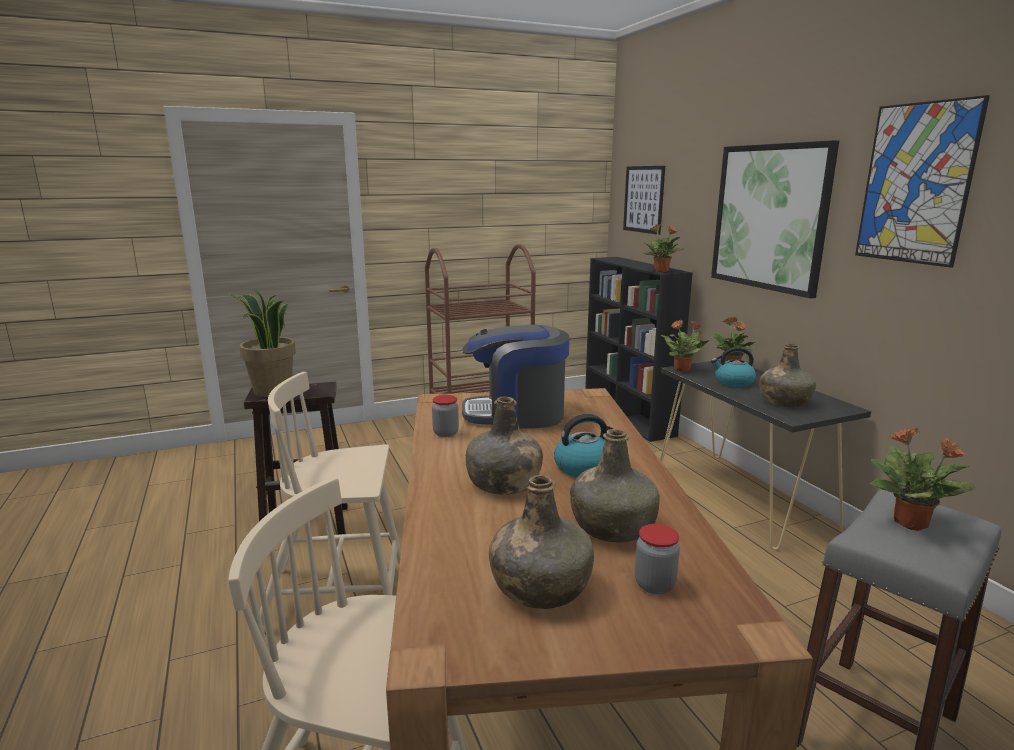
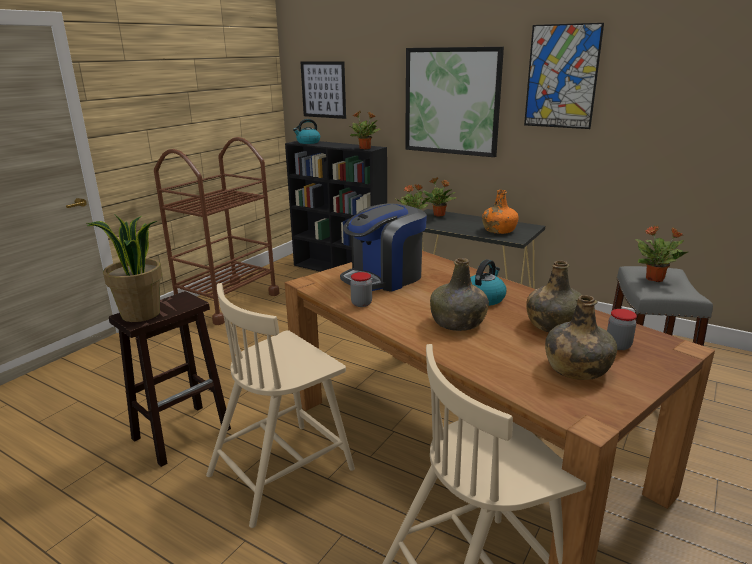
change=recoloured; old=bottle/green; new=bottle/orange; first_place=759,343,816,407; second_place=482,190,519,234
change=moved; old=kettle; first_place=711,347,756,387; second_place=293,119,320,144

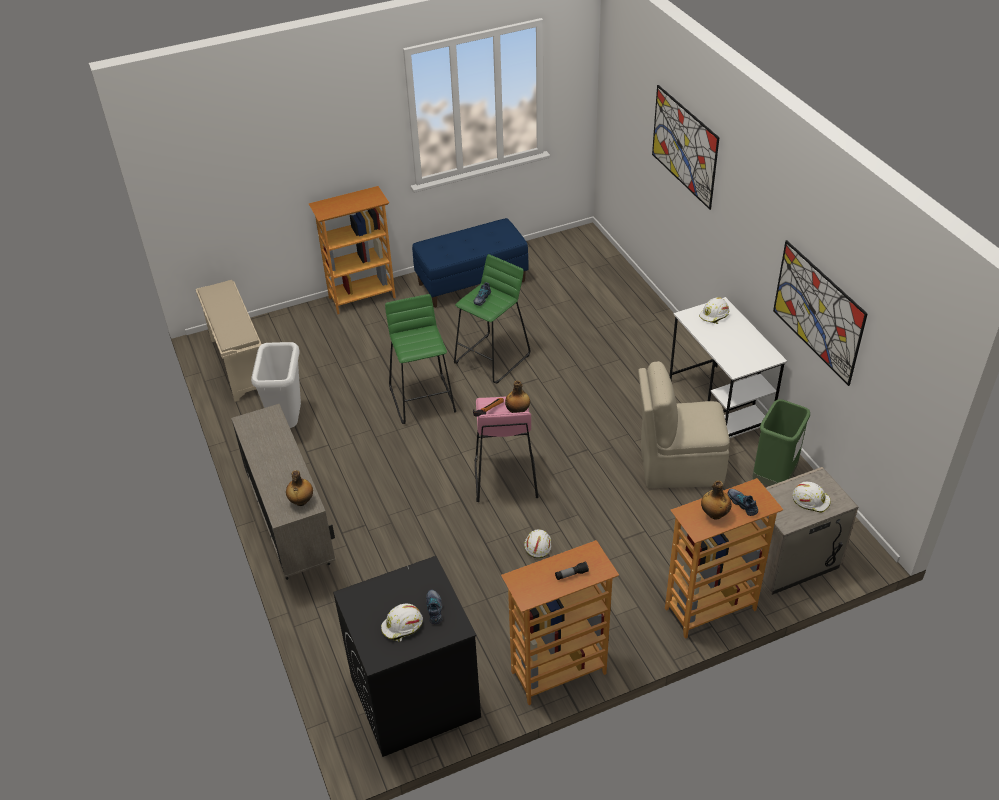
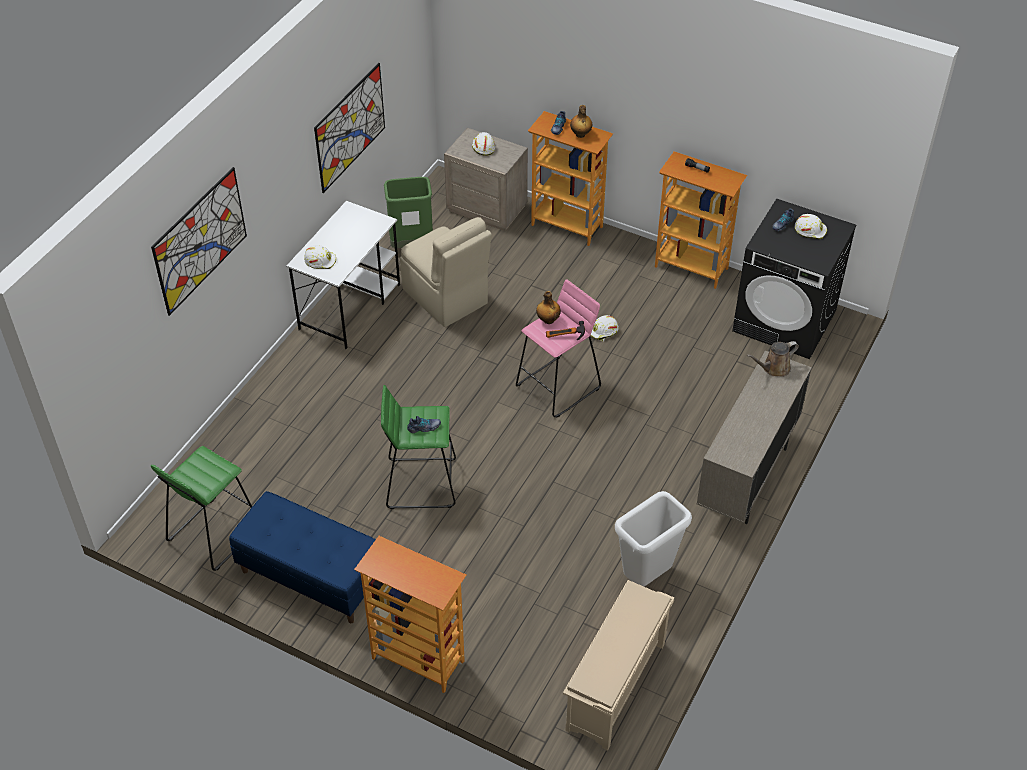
change=moved; old=stool/green; first_place=385,294,456,424; second_place=151,446,252,571
change=replaced; old=bottle; new=watering can/brown; first_place=286,470,313,506; second_place=747,341,799,377

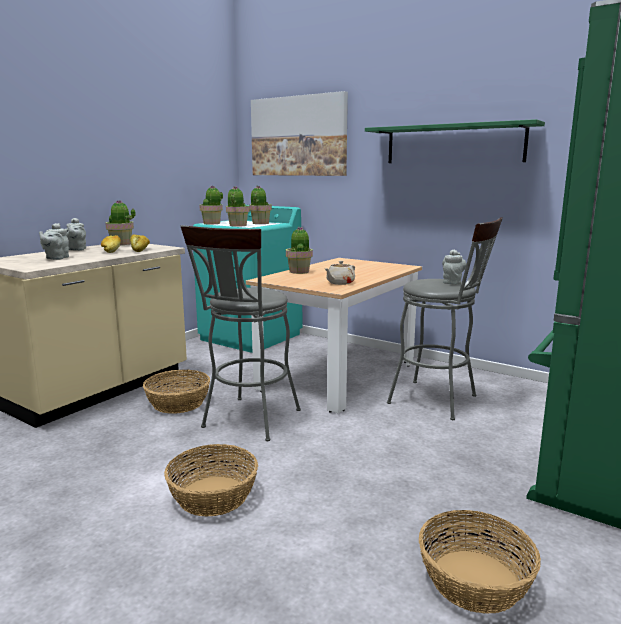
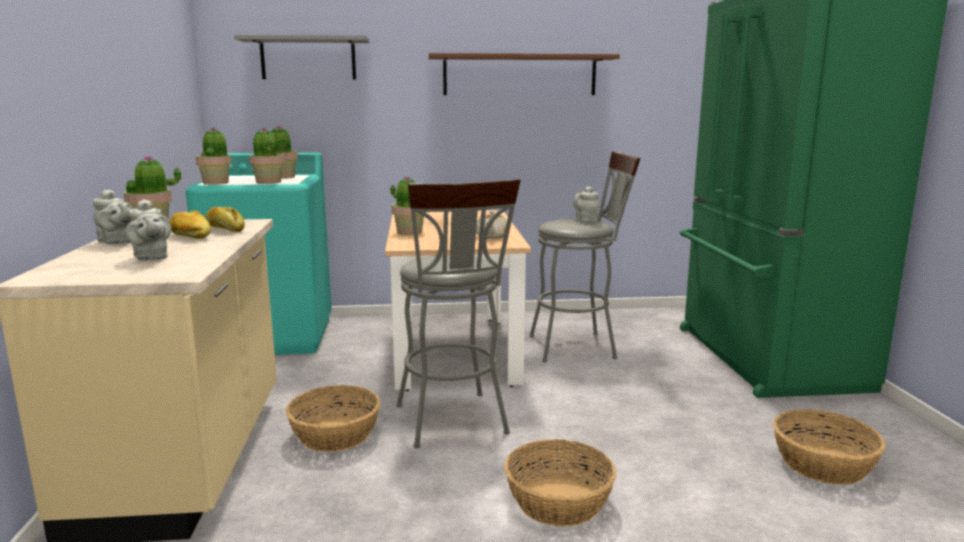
change=replaced; old=picture; new=shelf/grey; first_place=251,91,348,176; second_place=234,34,369,79
change=recoloured; old=shelf/green; new=shelf/brown; first_place=365,119,545,163; second_place=428,53,620,95

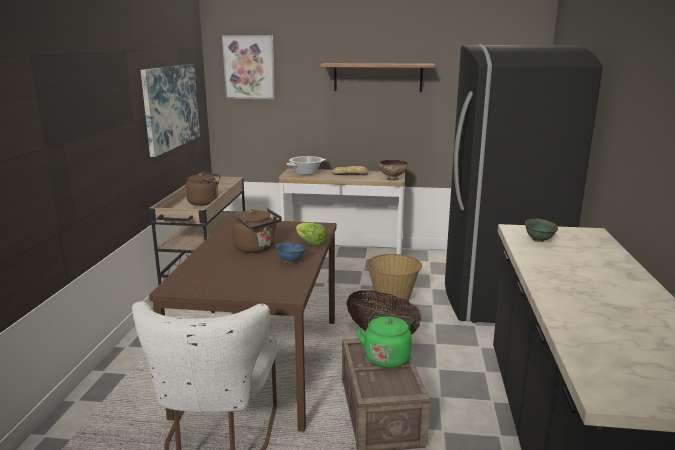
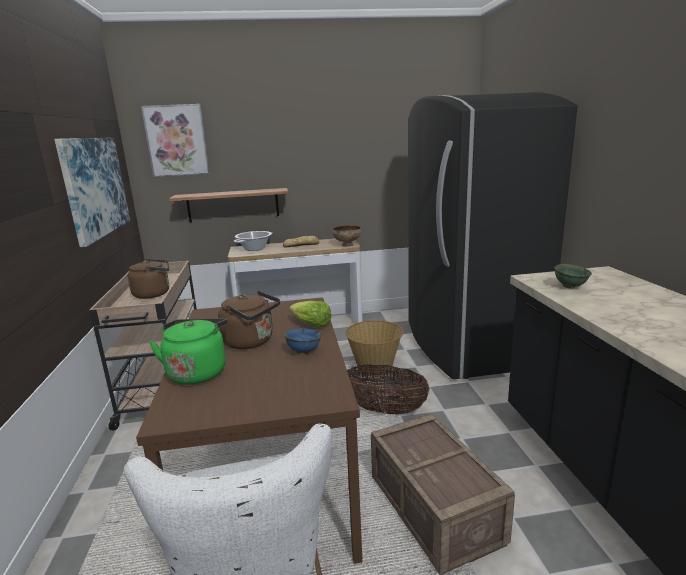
change=moved; old=shelf; first_place=320,63,435,92; second_place=169,188,288,222
change=moved; old=kettle/green; first_place=356,313,415,368; second_place=149,318,228,385

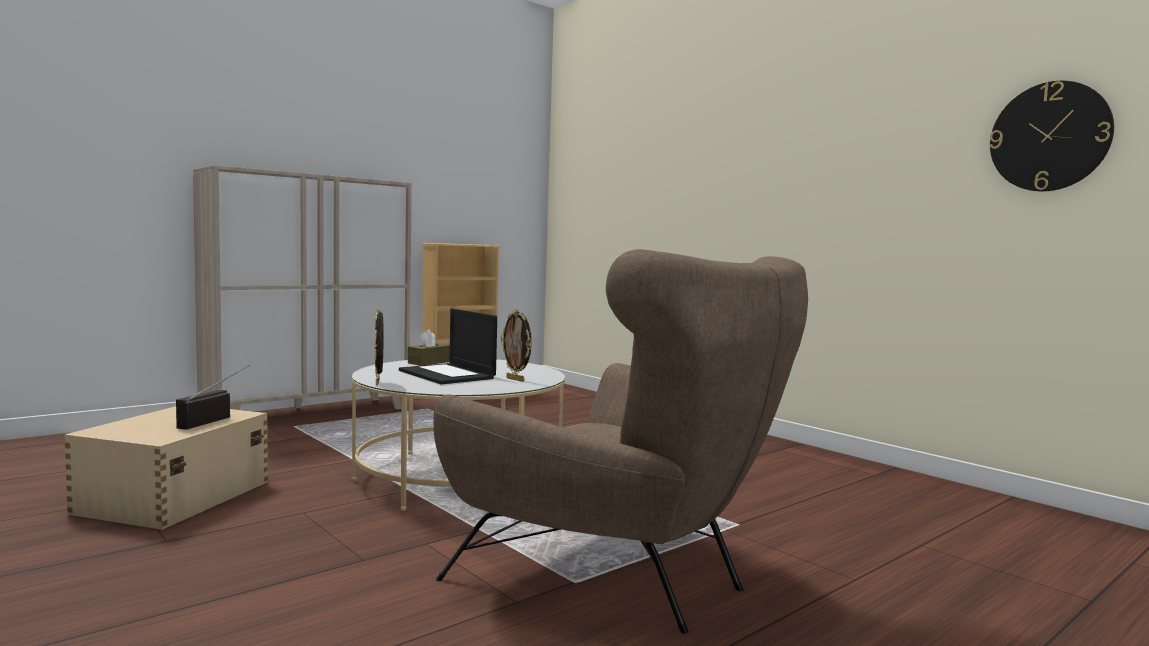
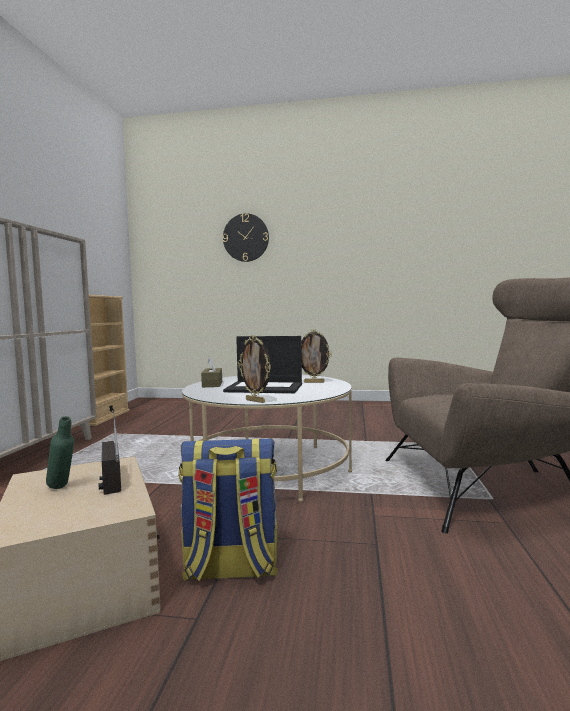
change=moved; old=wall clock; first_place=989,81,1114,191; second_place=223,213,269,262
change=added; new=bottle/green; second_place=46,416,74,489
change=added; new=backpack; second_place=179,439,278,581

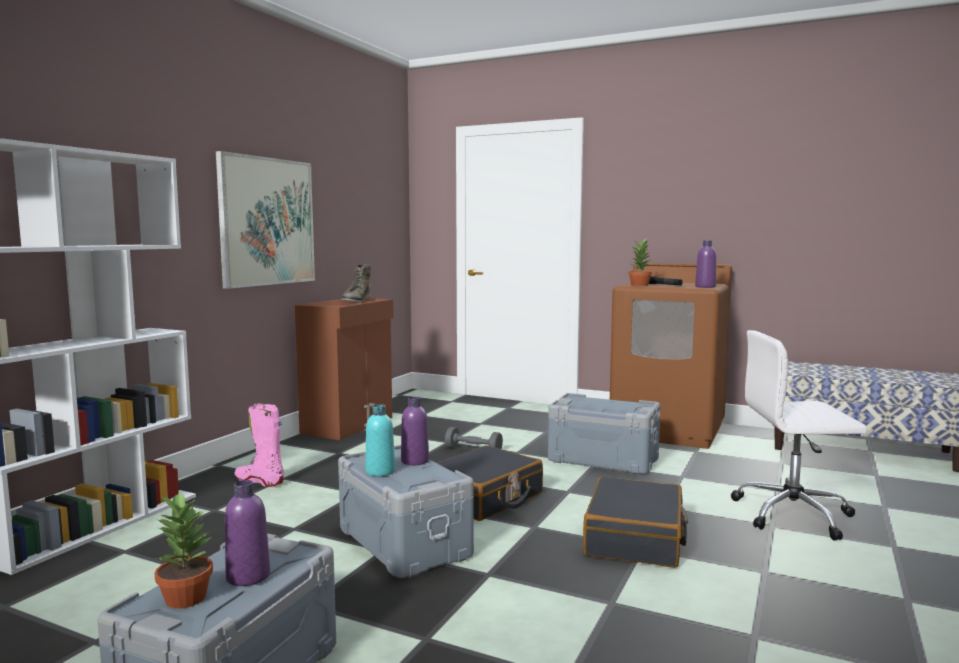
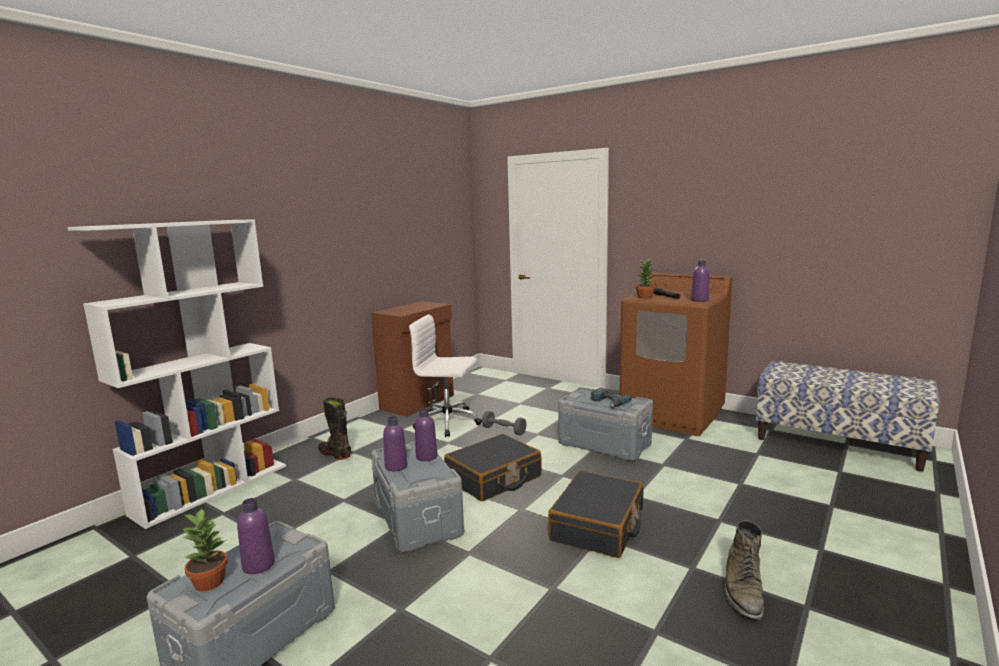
change=removed; old=picture; first_place=216,151,315,289
change=moved; old=boot/green; first_place=340,265,371,303; second_place=724,520,764,620
change=moved; old=office chair/white; first_place=731,330,867,541; second_place=409,314,482,437
change=recoloured; old=boot/pink; new=boot/black; first_place=235,403,284,487; second_place=318,397,351,460
change=recoloured; old=bottle/turquoise; new=bottle/purple; first_place=365,404,395,476; second_place=383,416,407,471
change=added; new=power drill; second_place=590,388,632,408

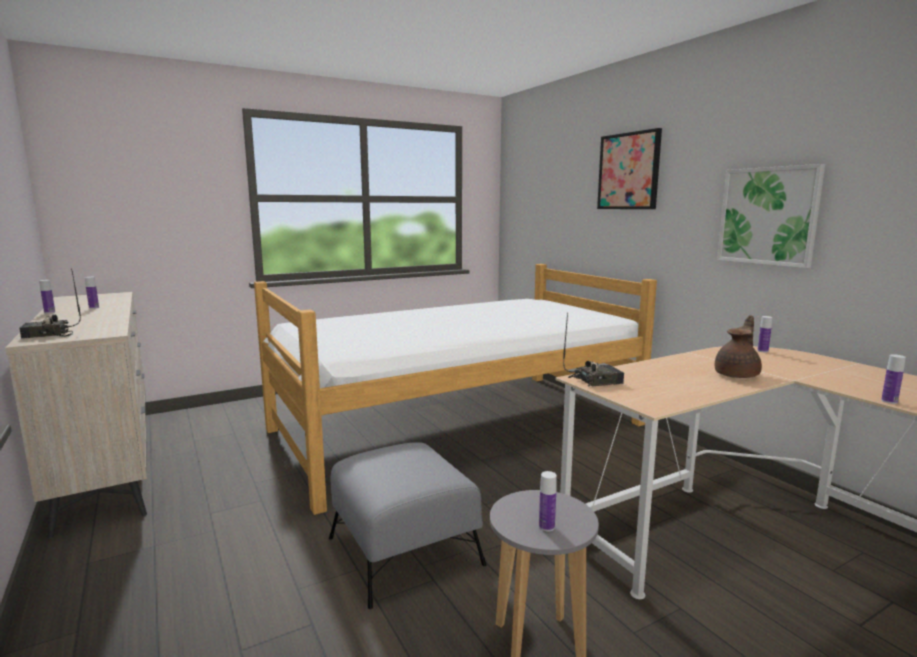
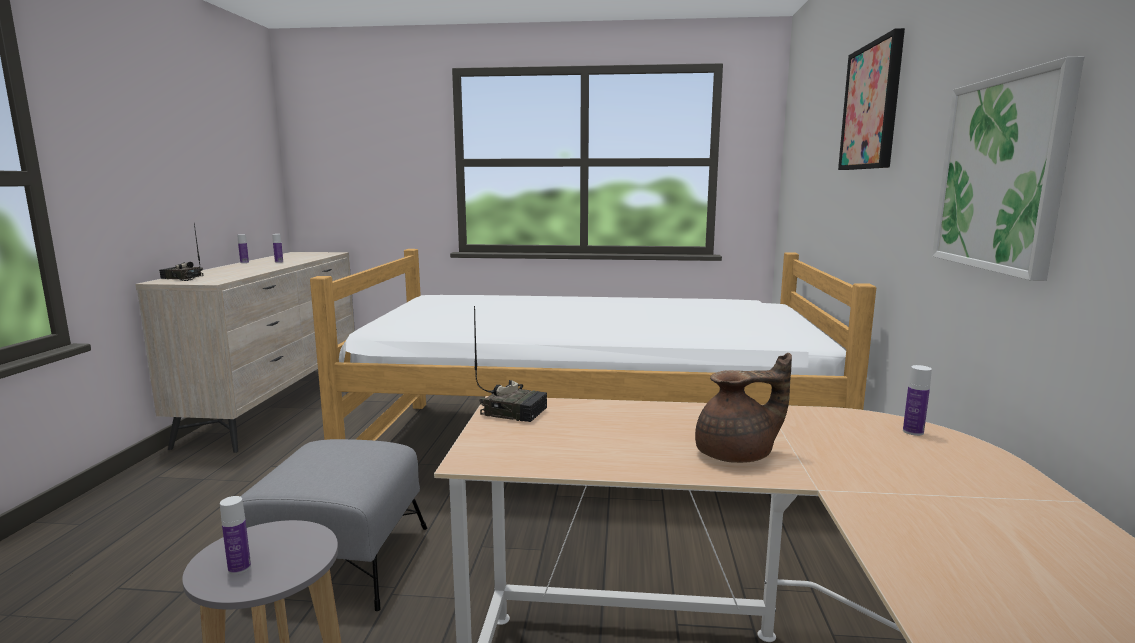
change=removed; old=bottle; first_place=881,354,906,404

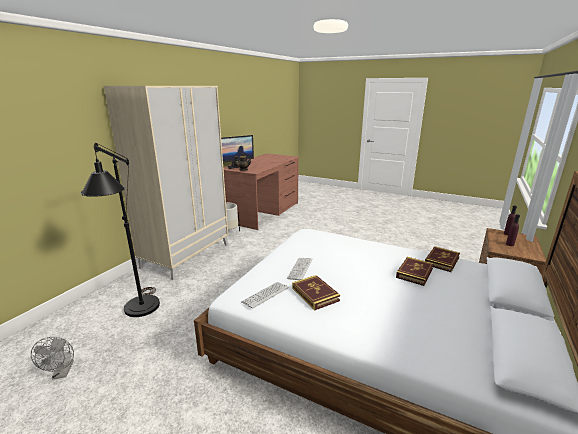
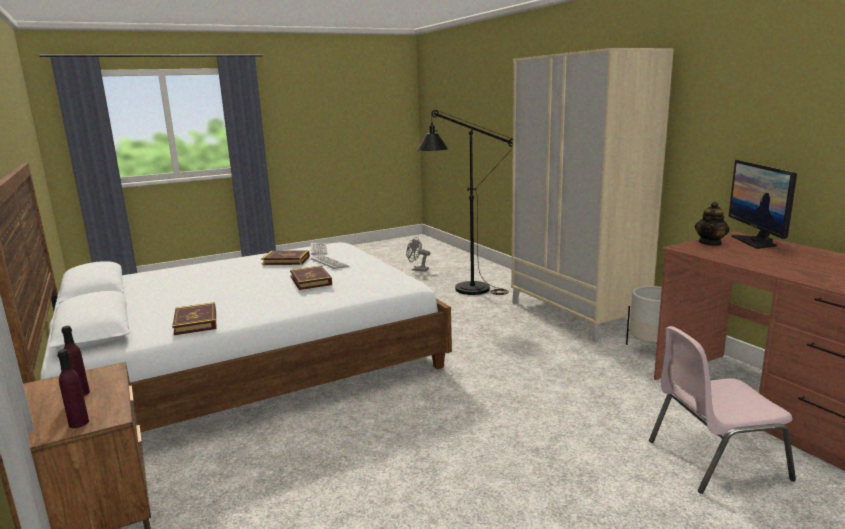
change=moved; old=book; first_place=396,257,434,286; second_place=290,266,332,290
change=added; new=chair/pink; second_place=649,326,796,494

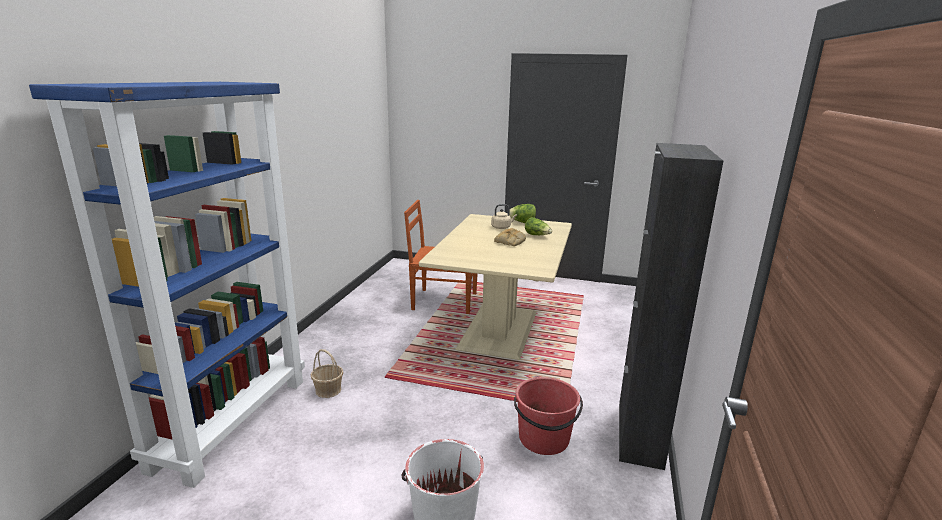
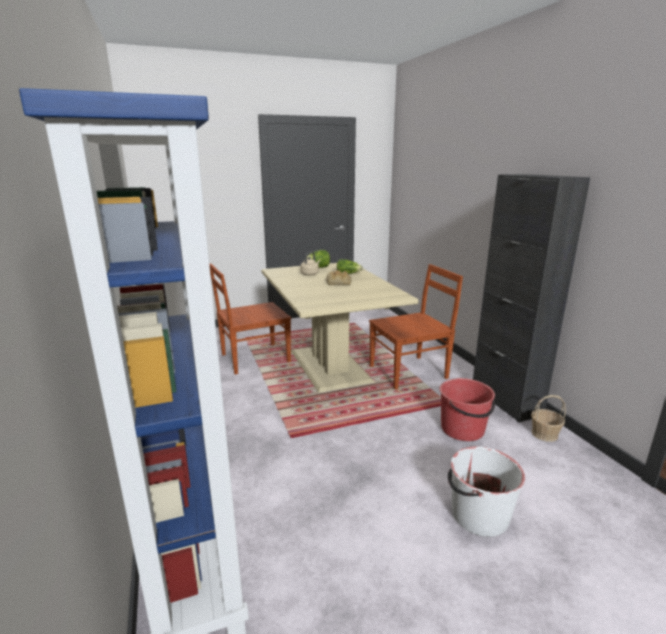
change=moved; old=basket; first_place=311,349,343,398; second_place=531,395,566,442
change=added; new=chair/brown; second_place=369,264,463,389

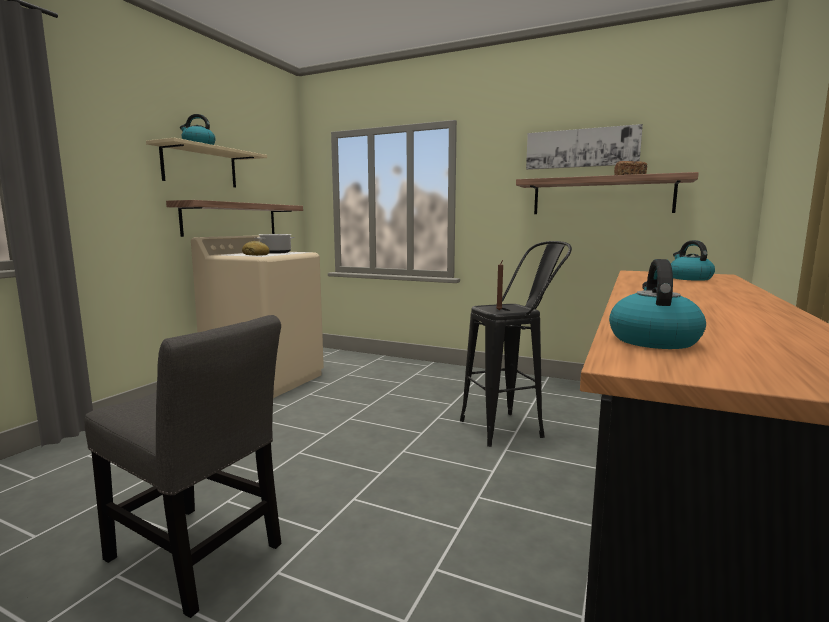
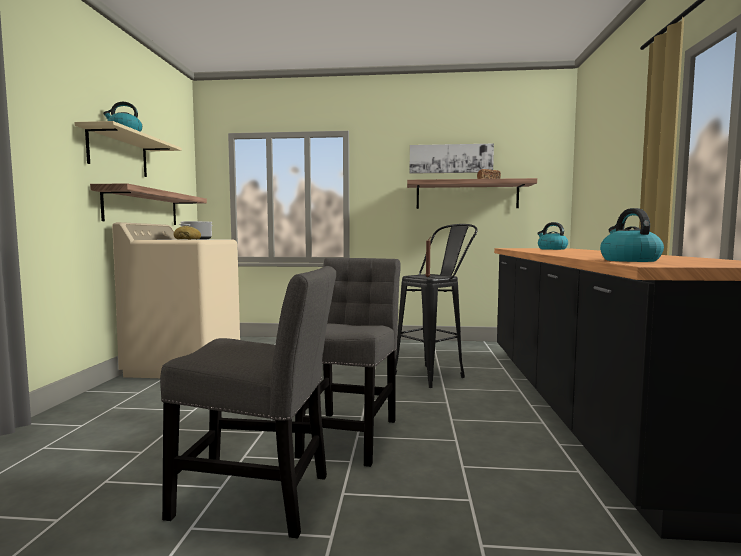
change=added; new=chair/grey; second_place=295,258,401,467

